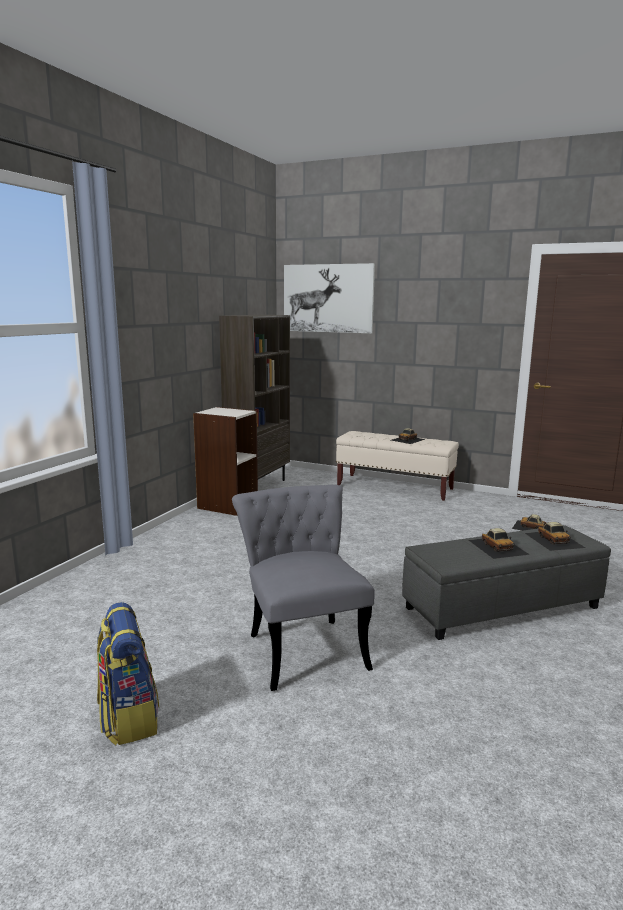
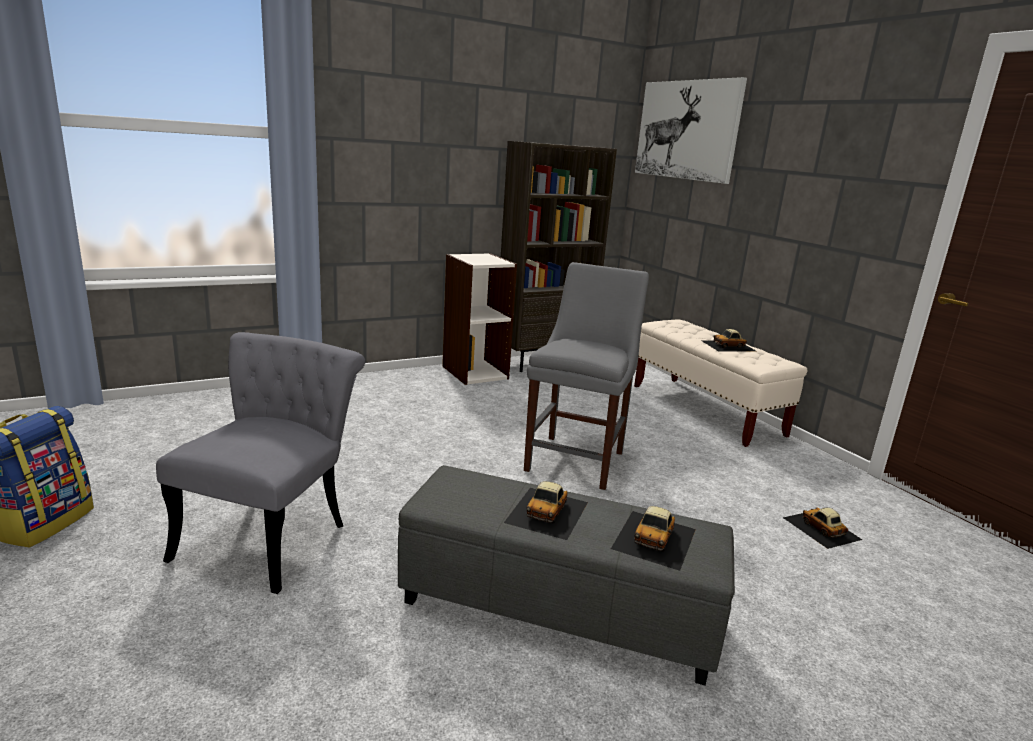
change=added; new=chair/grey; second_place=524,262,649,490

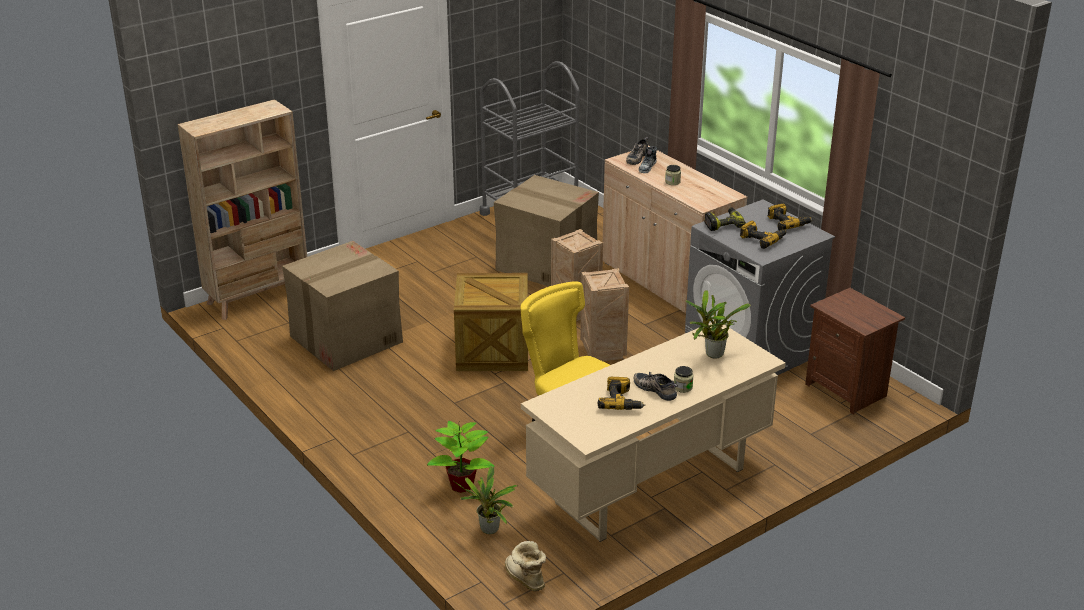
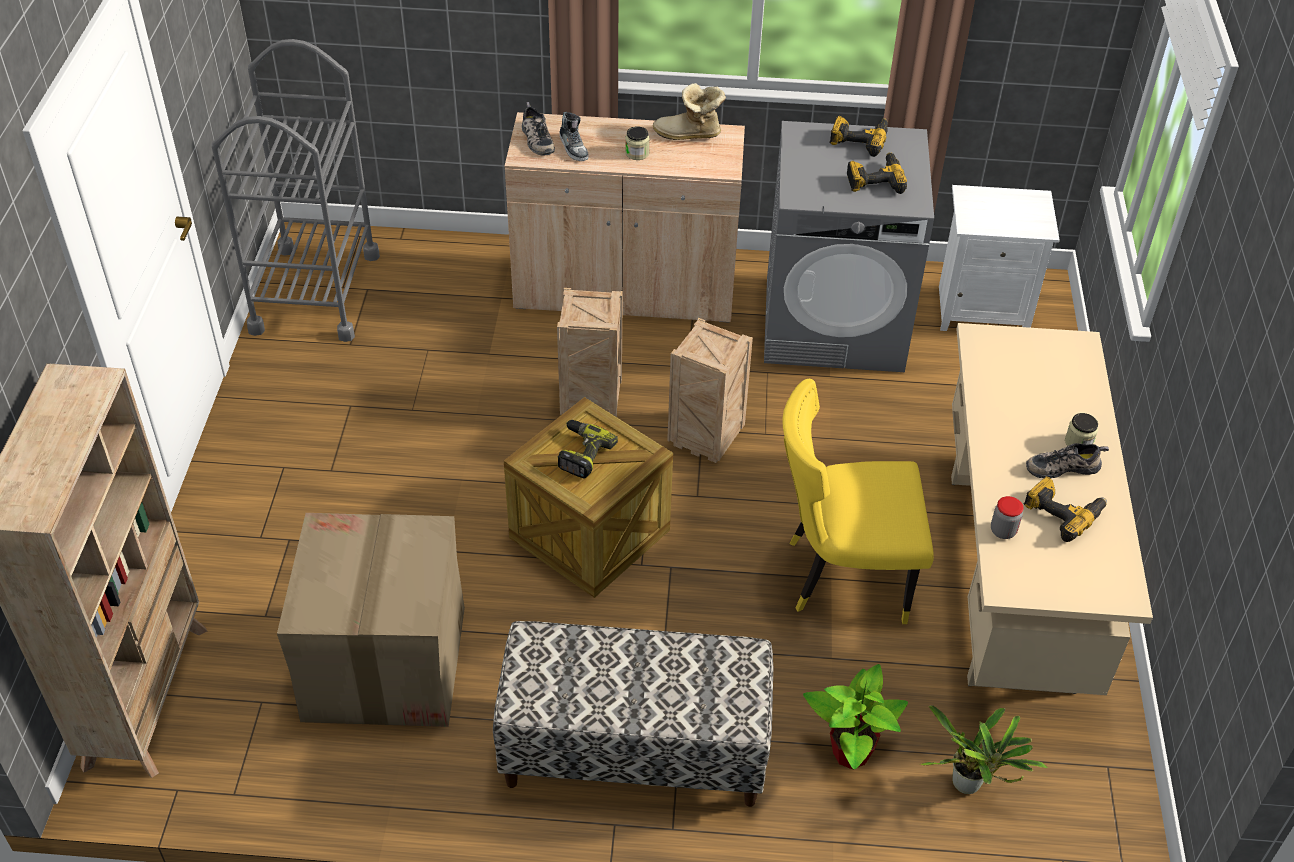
change=removed; old=cardboard box; first_place=494,175,599,287
change=moved; old=power drill; first_place=704,208,746,231; second_place=557,420,618,478
change=recoloured; old=nightstand/brown; new=nightstand/white; first_place=805,288,905,415; second_place=939,185,1060,331
change=removed; old=potted plant; first_place=685,290,751,359
change=moved; old=boot; first_place=505,541,546,591; second_place=653,83,726,140
change=added; new=jar; second_place=991,496,1024,539
change=added; new=bench; second_place=493,621,773,807

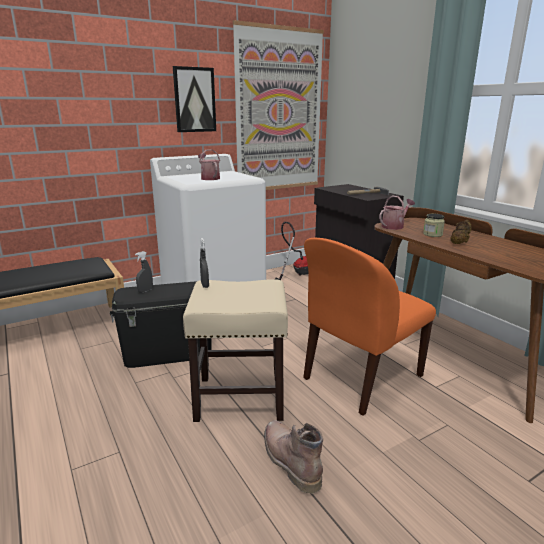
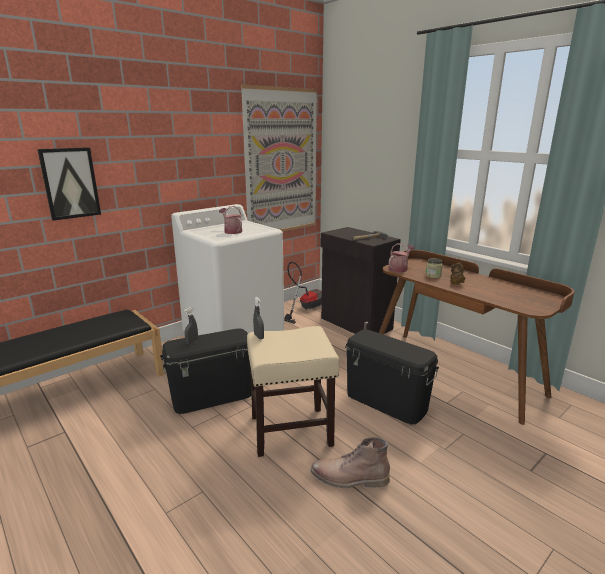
change=moved; old=picture; first_place=173,66,216,132; second_place=37,147,101,221
change=replaced; old=chair/orange; new=storage box/black; first_place=303,238,436,416; second_place=345,330,439,424
change=turned; old=boot/brown; first_place=264,420,323,494; second_place=311,437,390,488; degrees=-45

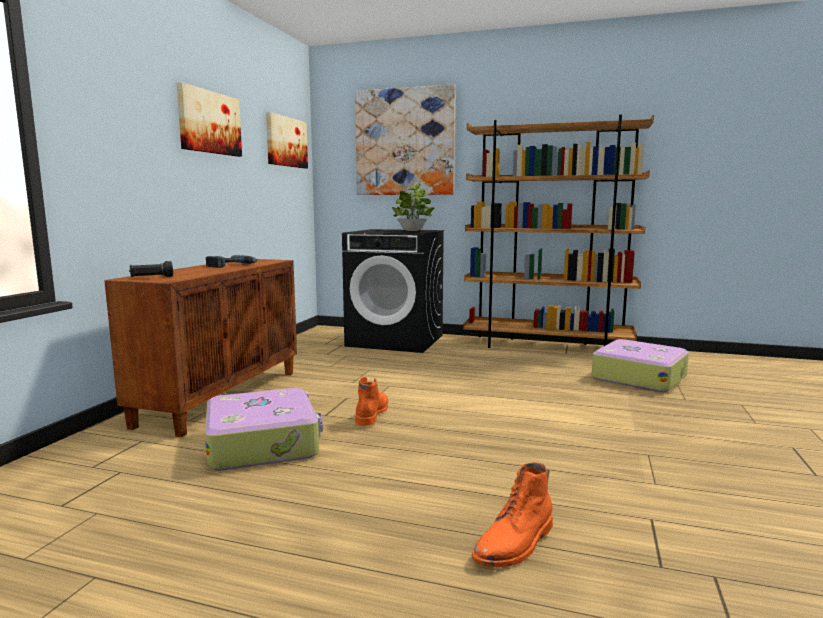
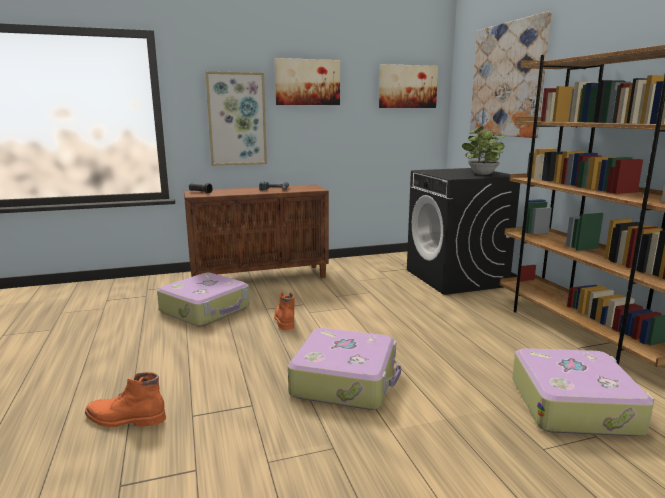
change=turned; old=boot/orange; first_place=355,377,388,426; second_place=274,292,295,330; degrees=-75
change=added; new=picture; second_place=205,71,267,166
change=added; new=suitcase; second_place=288,328,401,410

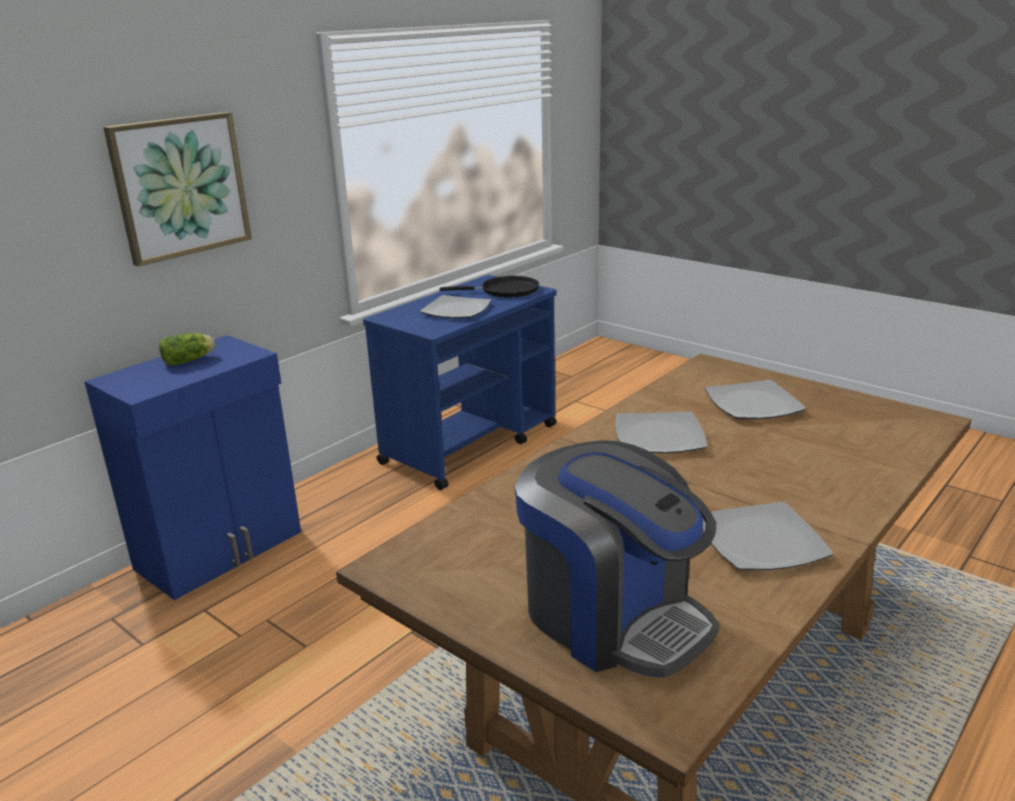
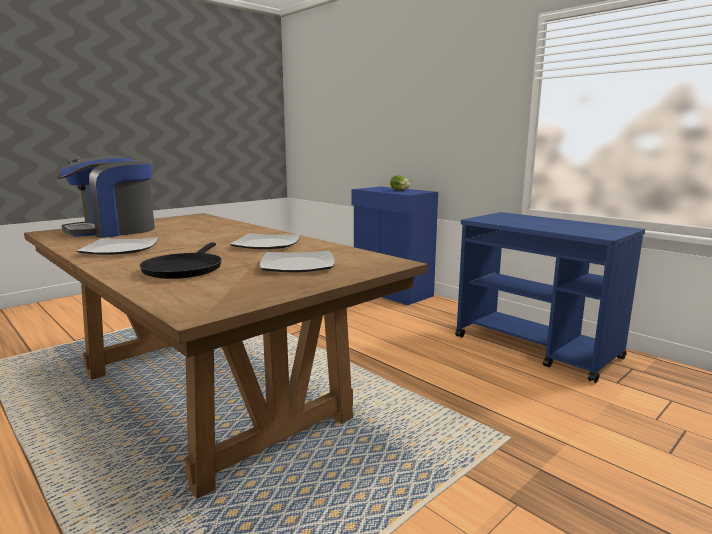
change=removed; old=picture; first_place=103,112,252,267
change=moved; old=frying pan/black; first_place=440,276,539,297; second_place=139,243,222,279
change=removed; old=plate; first_place=420,295,491,318

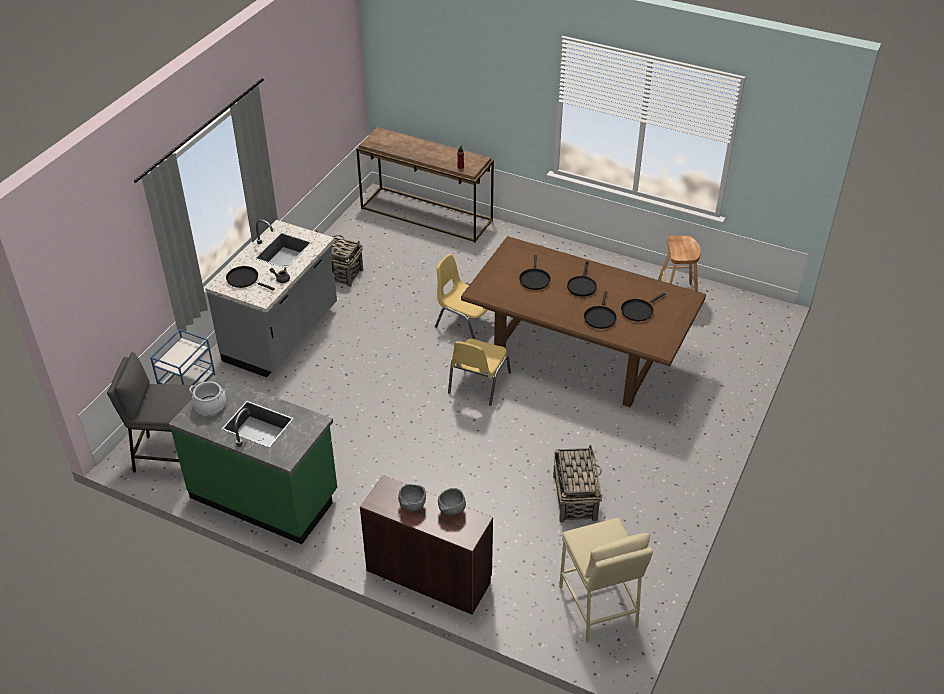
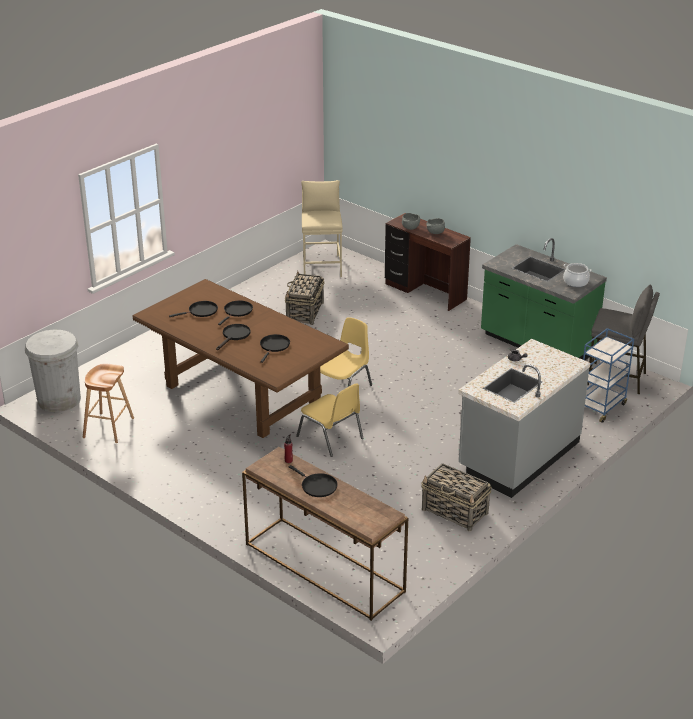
change=moved; old=frying pan/black; first_place=226,266,275,290; second_place=289,465,338,497
change=added; new=trash can/white; second_place=25,330,81,412

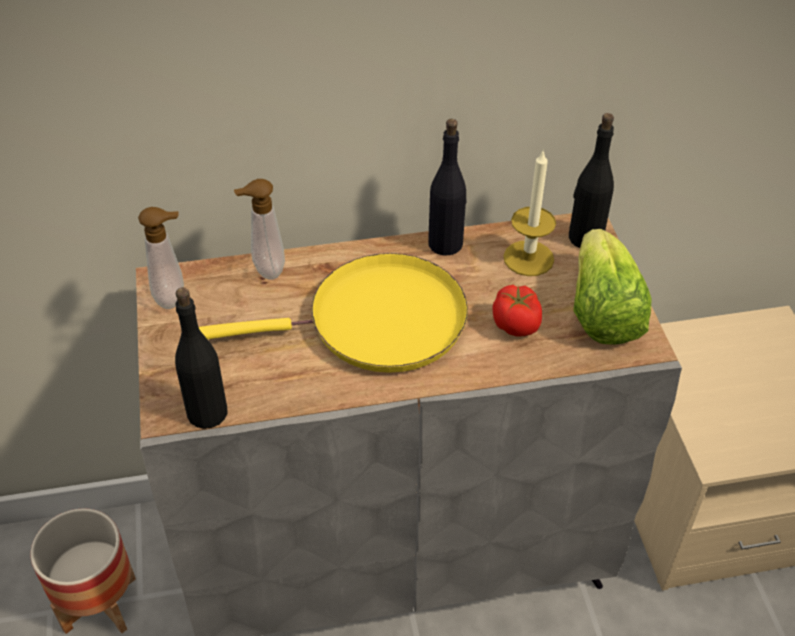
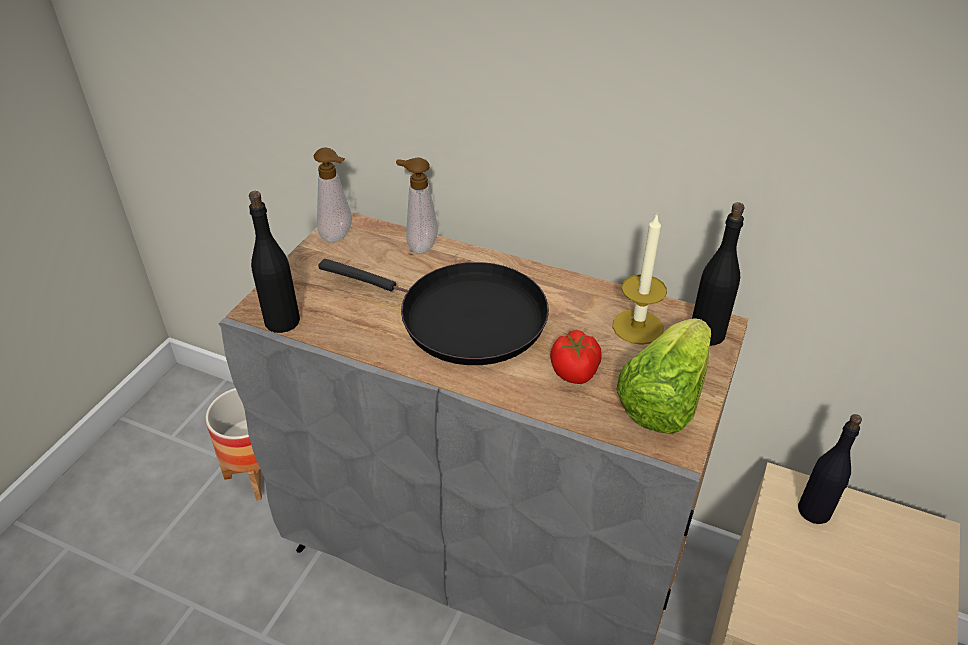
change=moved; old=bottle/black; first_place=428,119,467,255; second_place=798,414,862,524
change=recoloured; old=frying pan/yellow; new=frying pan/black; first_place=199,253,468,373; second_place=318,259,549,365

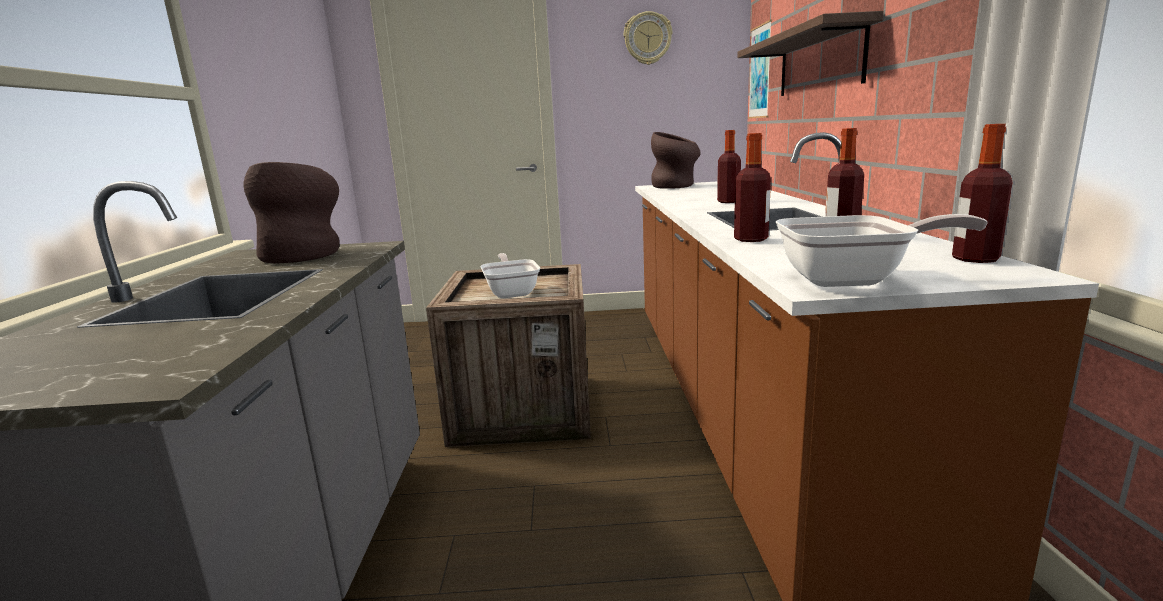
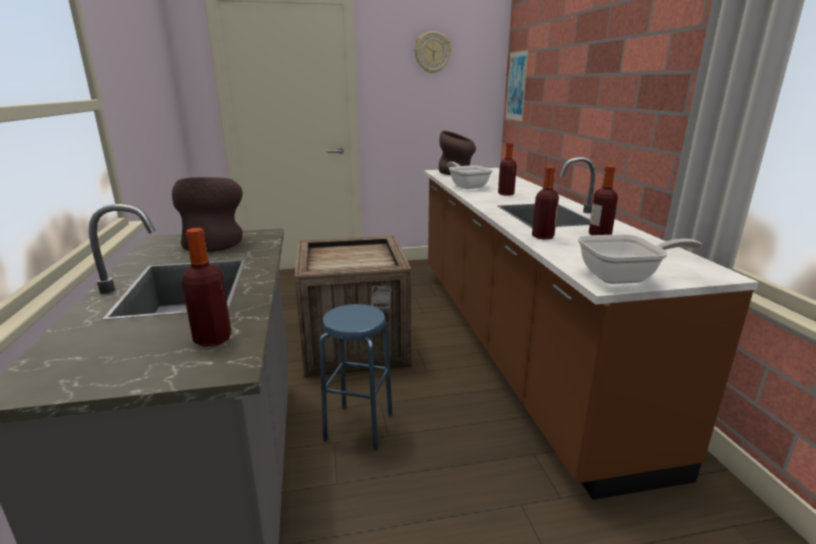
change=removed; old=shelf; first_place=737,11,884,96
change=moved; old=bottle; first_place=952,124,1013,263; second_place=182,228,231,347
change=moved; old=frying pan; first_place=480,253,540,298; second_place=447,162,493,189
change=added; new=stool/blue; second_place=320,304,392,450

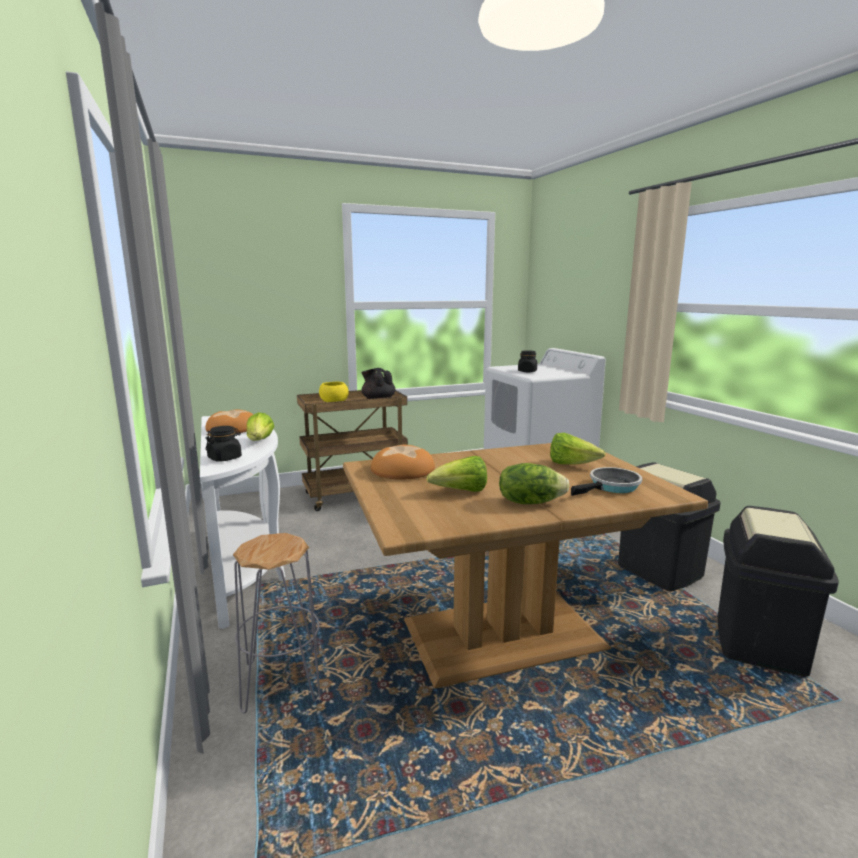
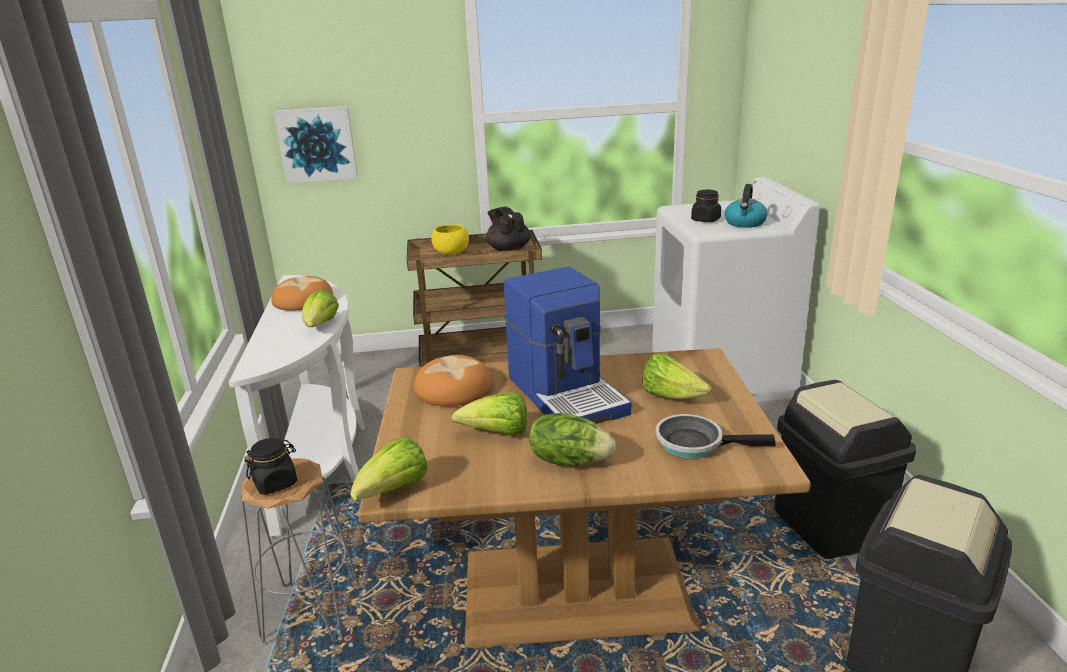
change=moved; old=jar/black; first_place=206,426,242,462; second_place=245,438,297,495
change=turned; old=frying pan; first_place=571,467,642,496; second_place=655,414,776,459; degrees=-150
change=added; new=picture; second_place=273,106,358,183
change=added; new=kettle; second_place=725,184,767,228
change=added; new=coffee machine; second_place=504,267,631,424
change=added; new=lettuce; second_place=350,437,428,501

